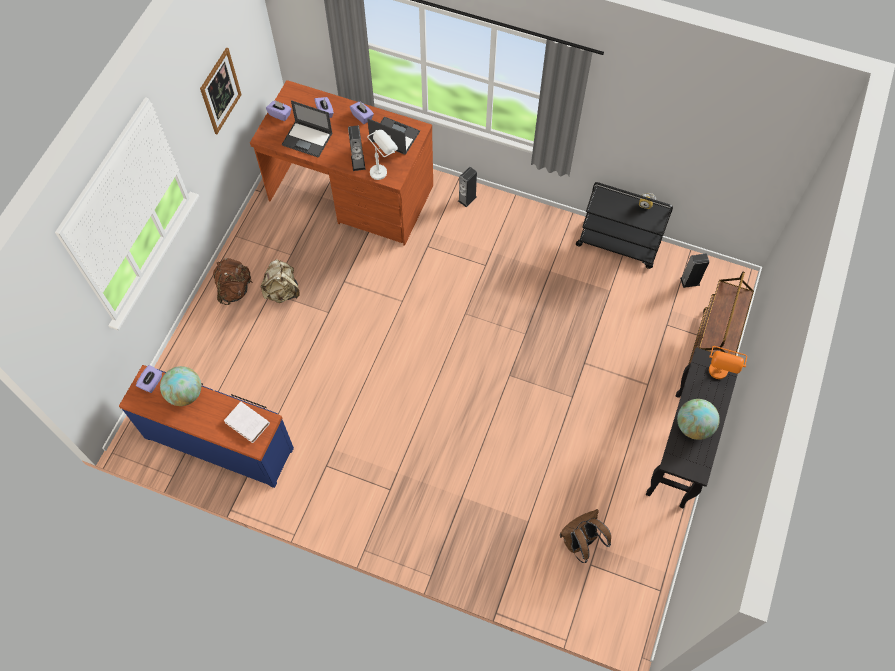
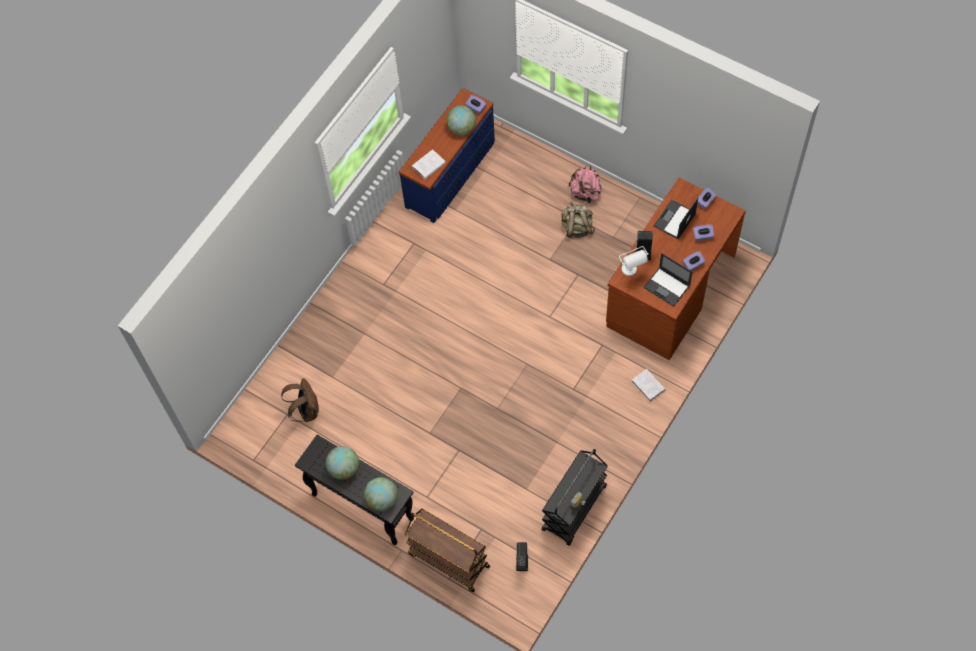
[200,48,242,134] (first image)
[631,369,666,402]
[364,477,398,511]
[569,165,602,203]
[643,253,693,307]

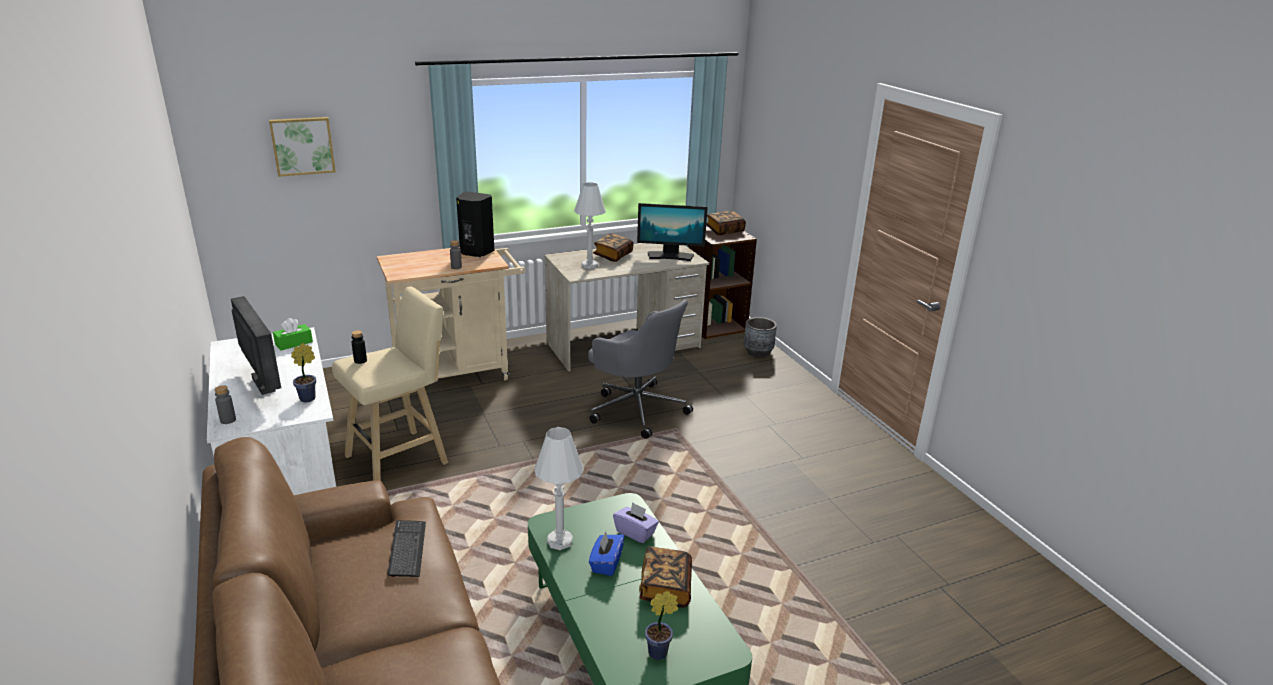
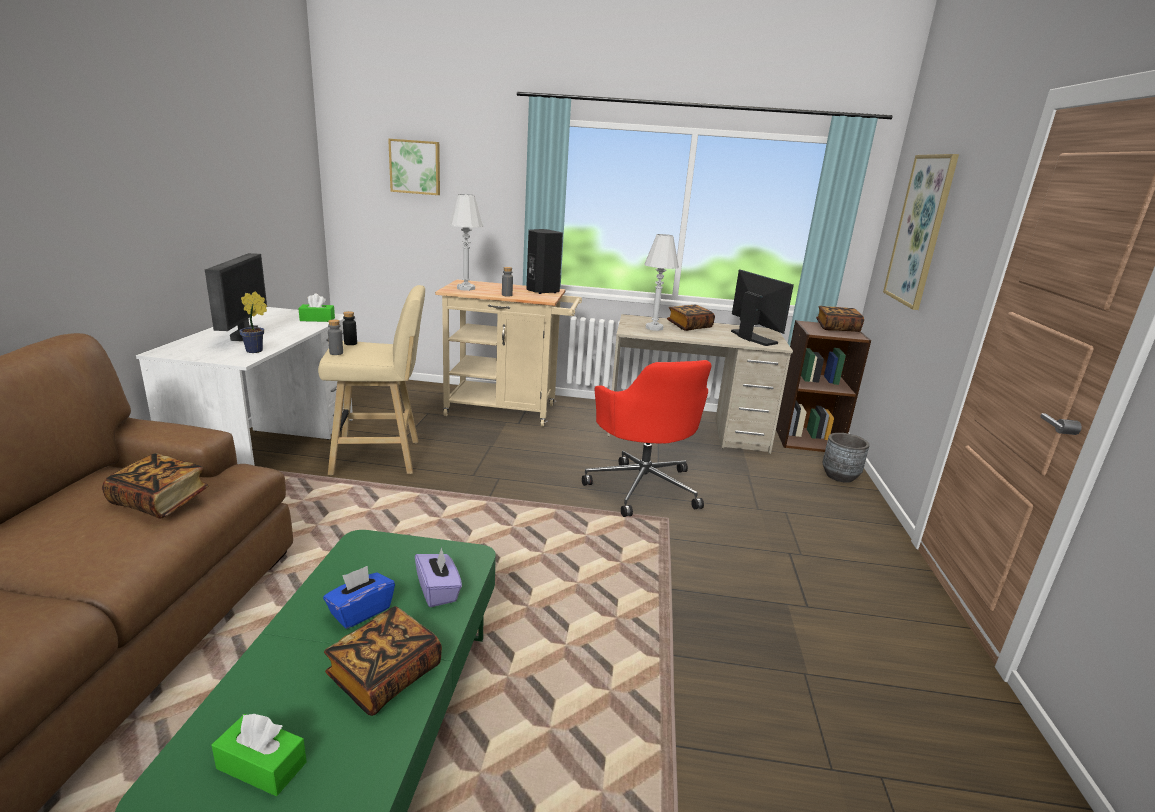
[883,154,959,310]
[328,319,343,355]
[449,194,483,291]
[102,453,209,518]
[212,714,307,796]
[582,360,711,517]
[731,269,794,346]

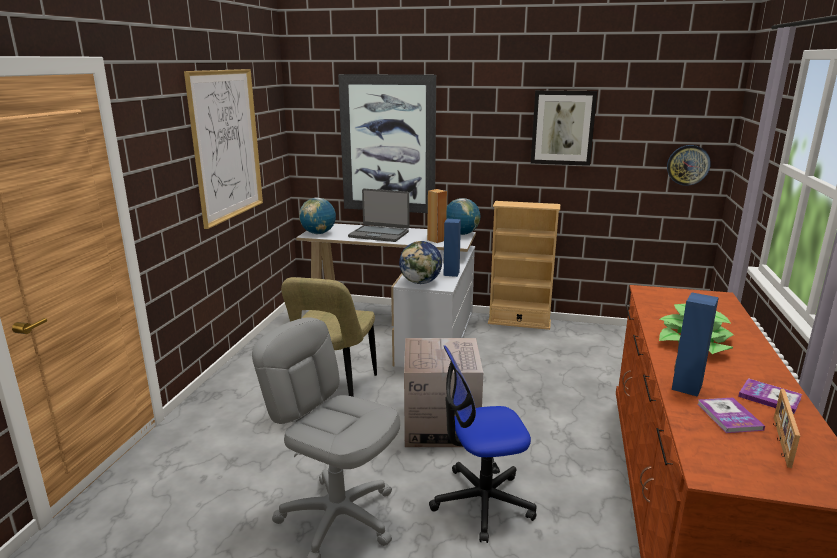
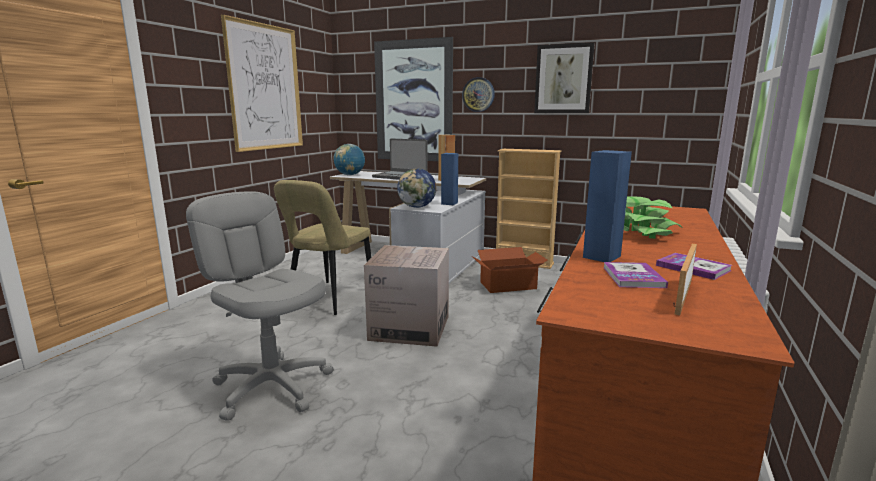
[429,346,537,543] (first image)
[446,198,480,235] (first image)
[472,247,547,293]
[462,77,495,112]

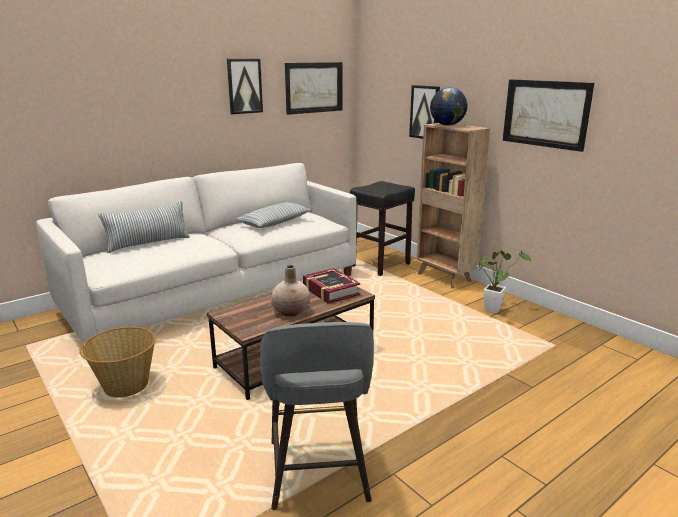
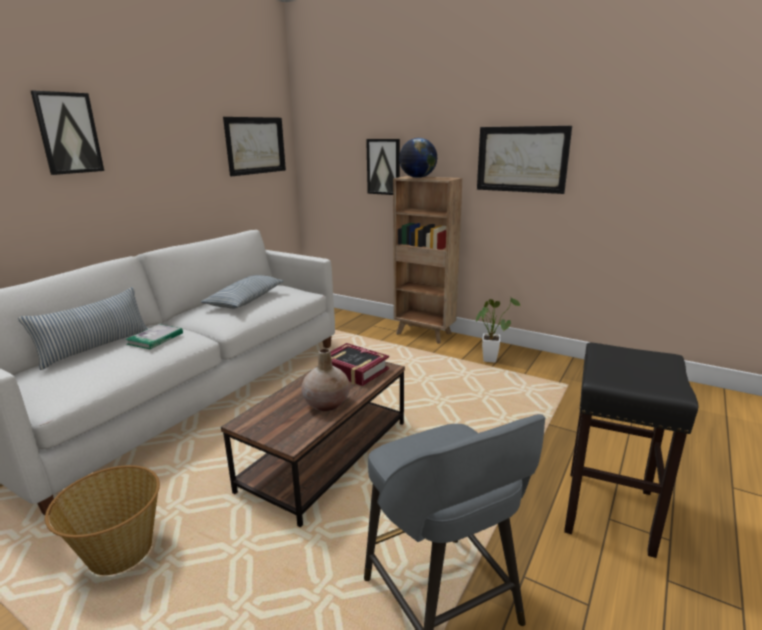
[125,324,183,349]
[31,91,104,175]
[564,343,698,558]

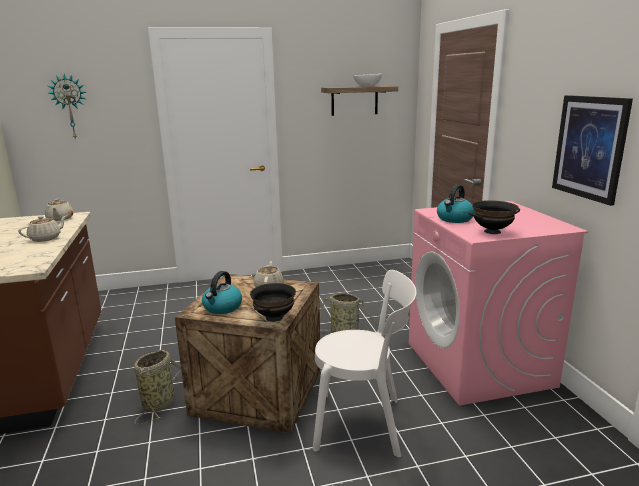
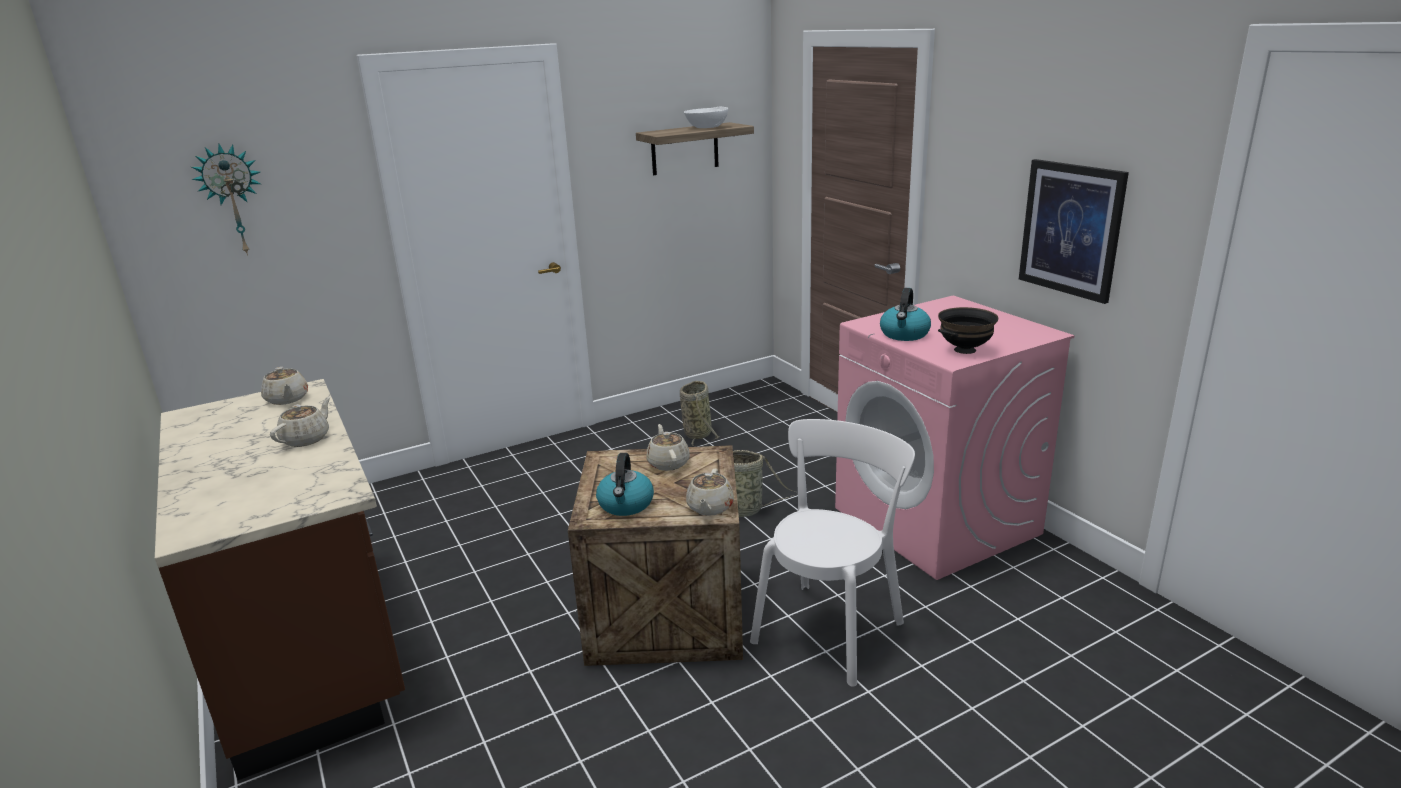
[680,381,719,447]
[686,468,734,516]
[750,419,915,687]

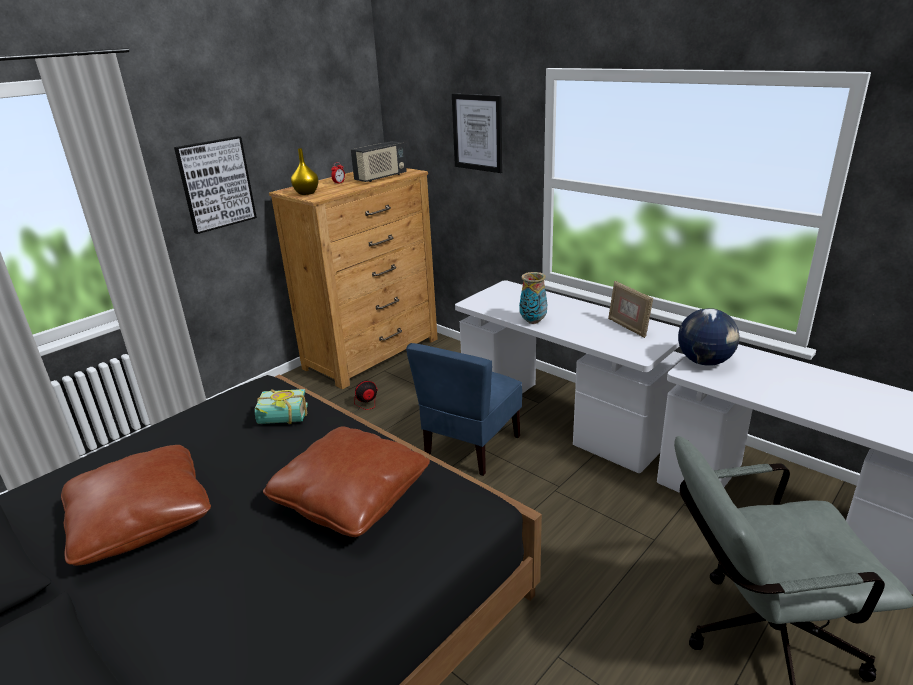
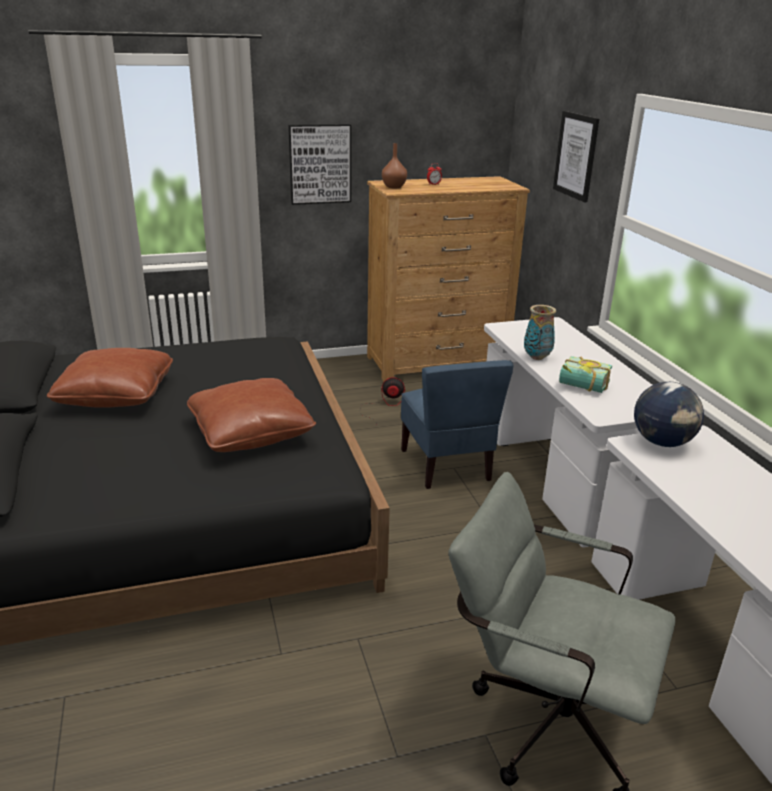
[351,141,407,182] (first image)
[608,281,653,338] (first image)
[559,356,612,393]
[382,143,407,188]
[401,360,514,489]

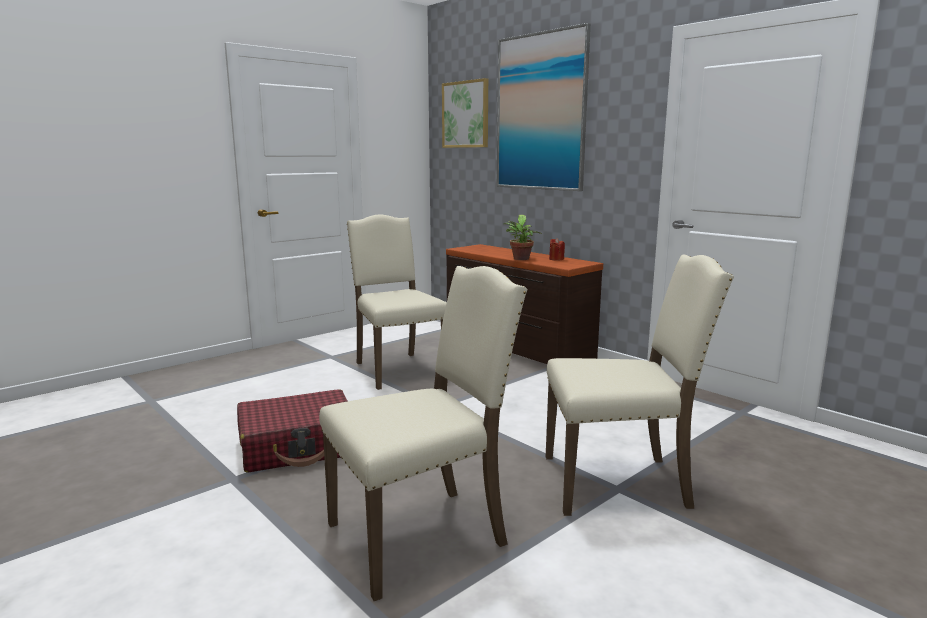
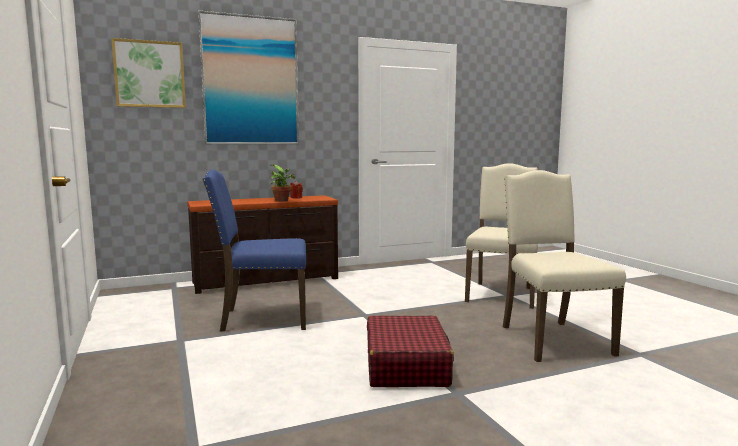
[202,170,306,331]

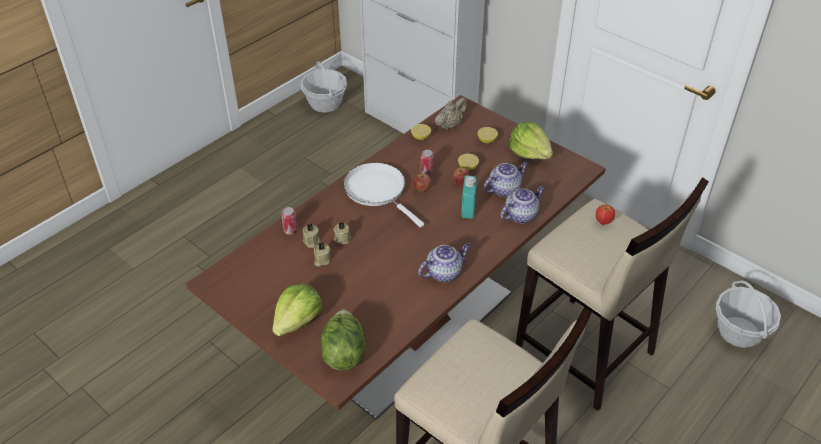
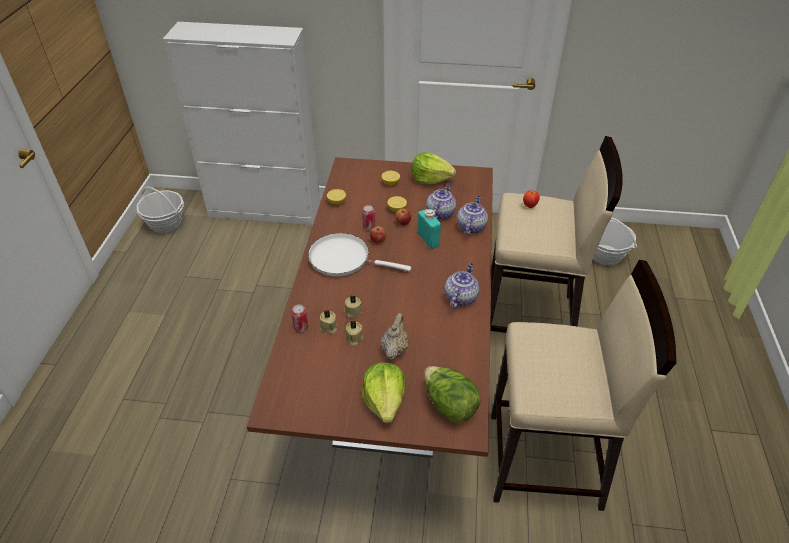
[381,313,409,360]

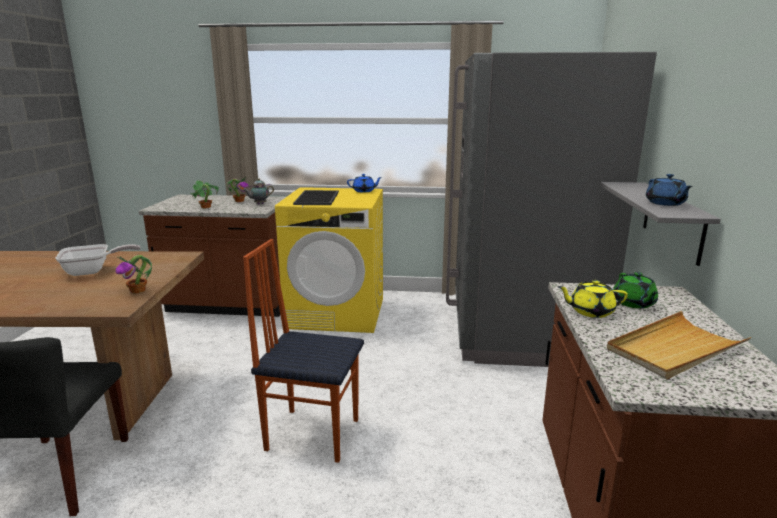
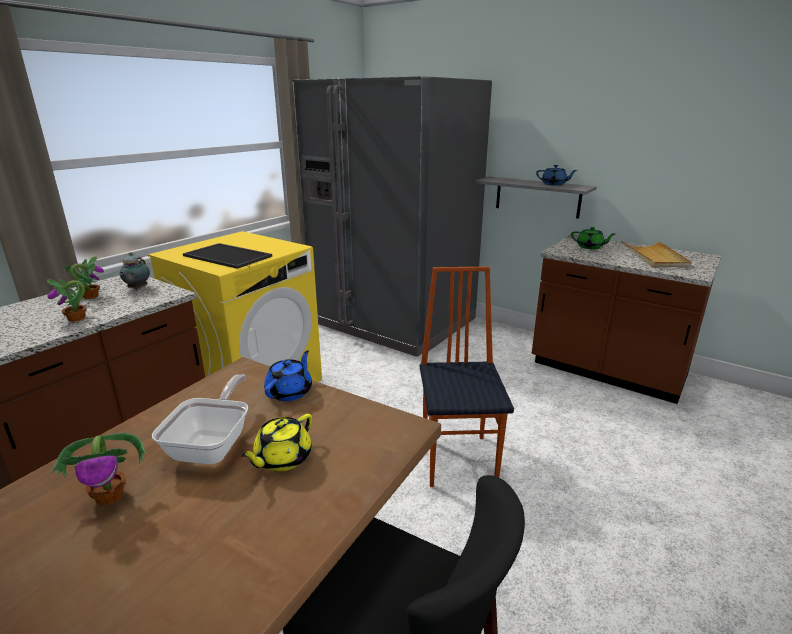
[49,433,146,506]
[264,350,312,401]
[241,414,312,471]
[420,266,514,487]

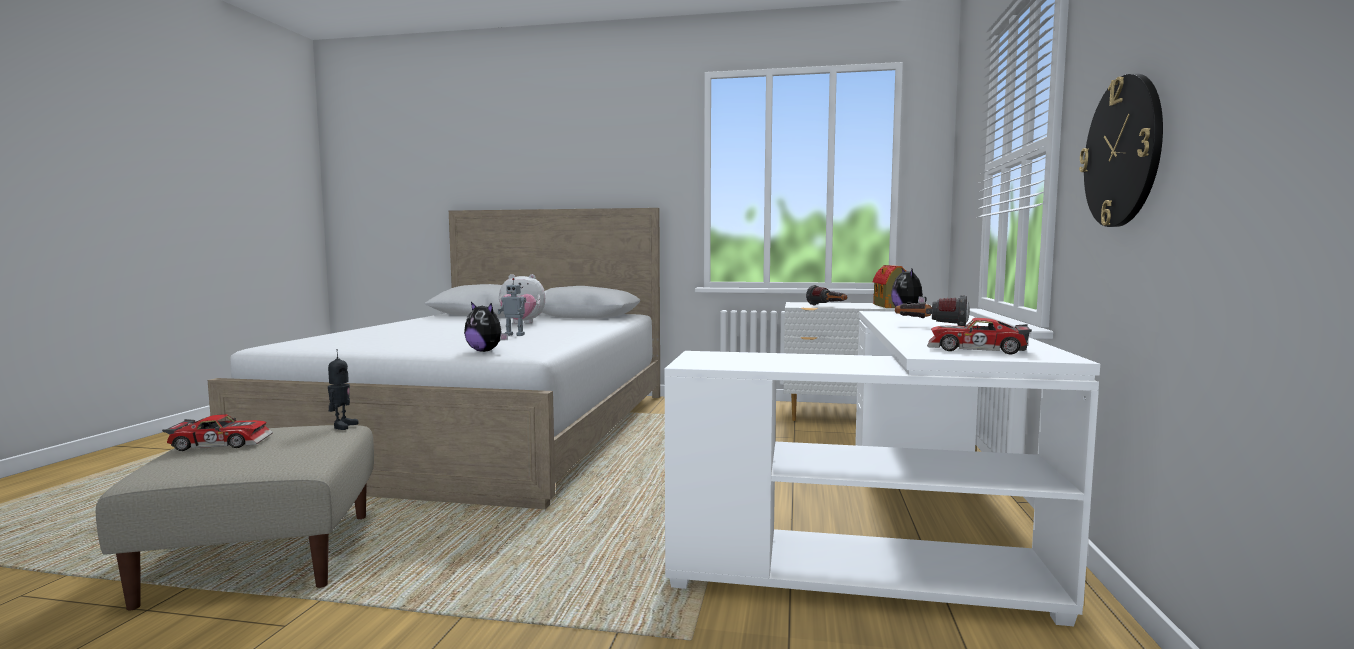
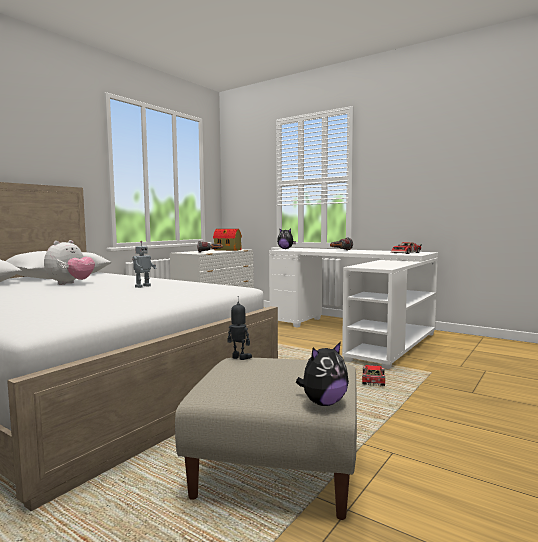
[1079,74,1163,227] (first image)
[362,365,385,386]
[296,342,349,406]

